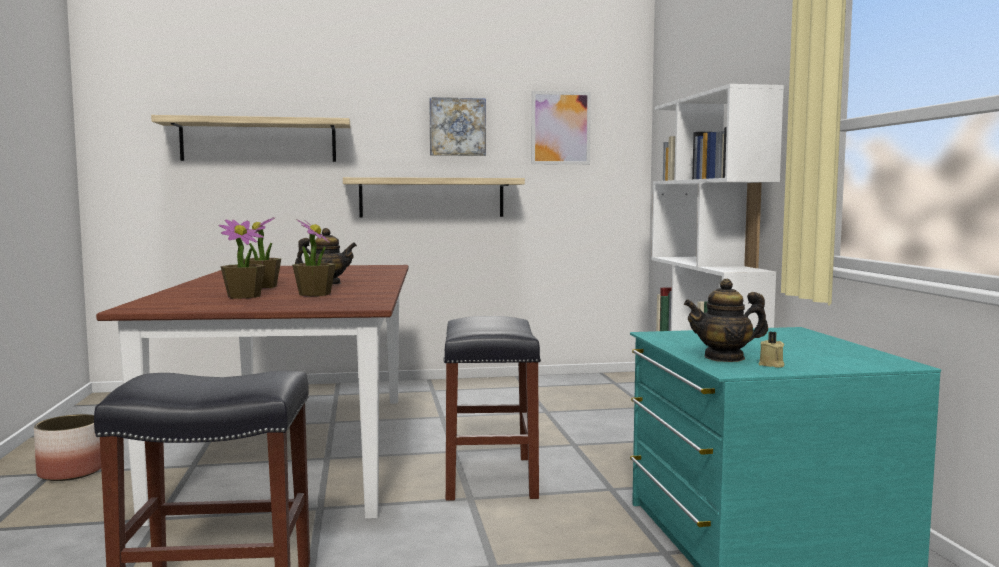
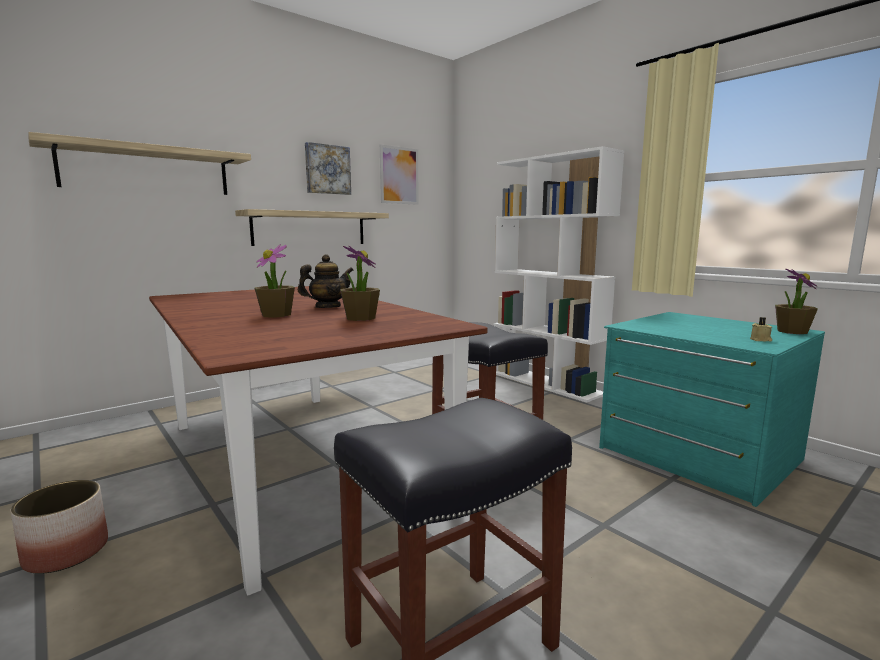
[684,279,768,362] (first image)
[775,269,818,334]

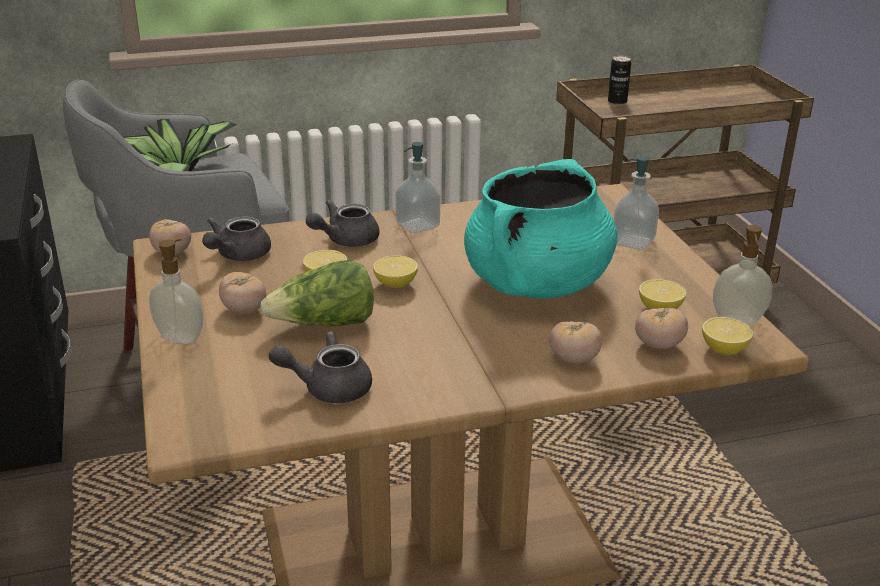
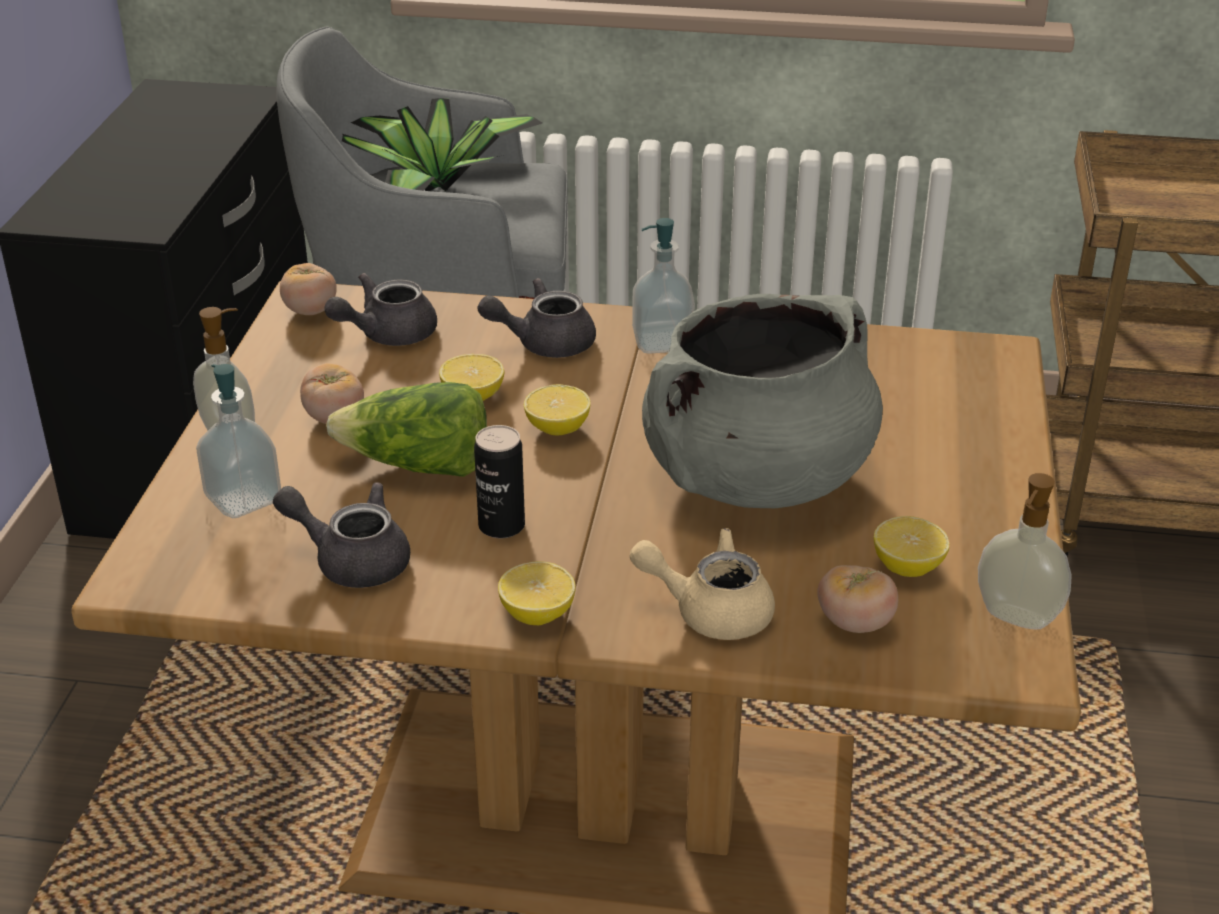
[474,425,525,538]
[196,364,281,519]
[498,561,576,625]
[630,528,775,640]
[642,294,883,508]

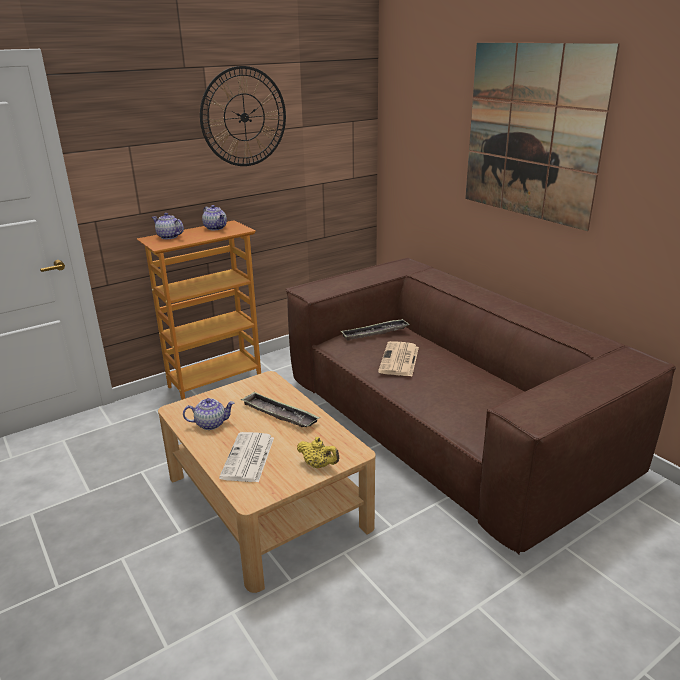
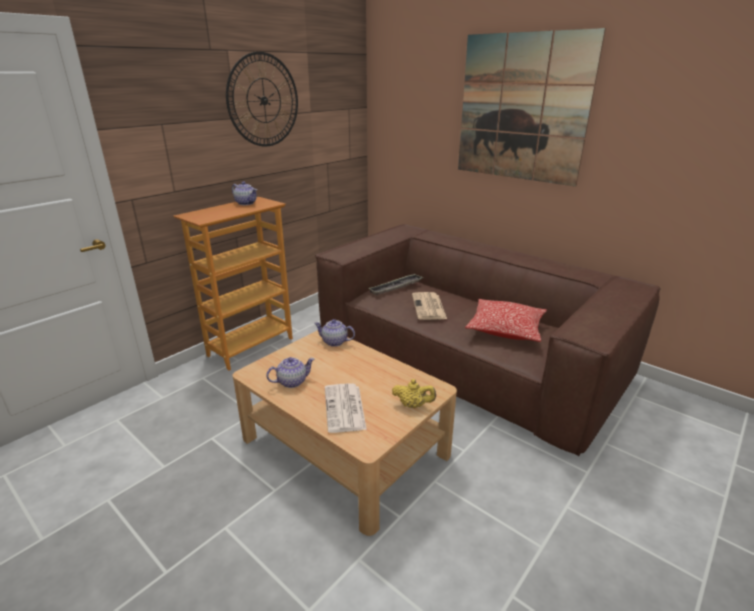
[241,391,320,427] (first image)
[465,299,547,342]
[314,319,355,347]

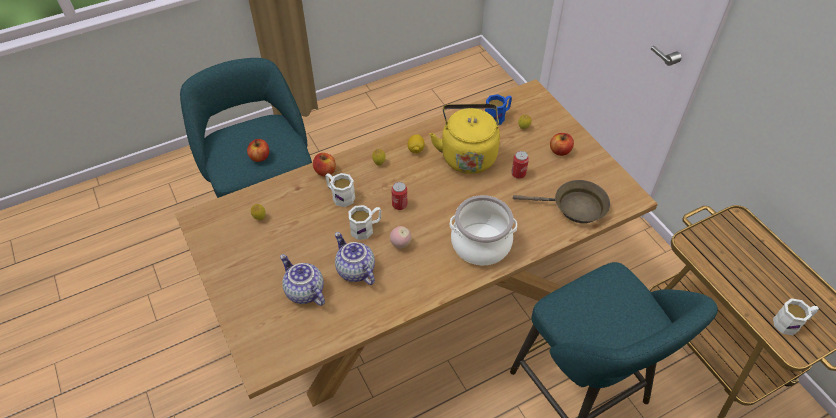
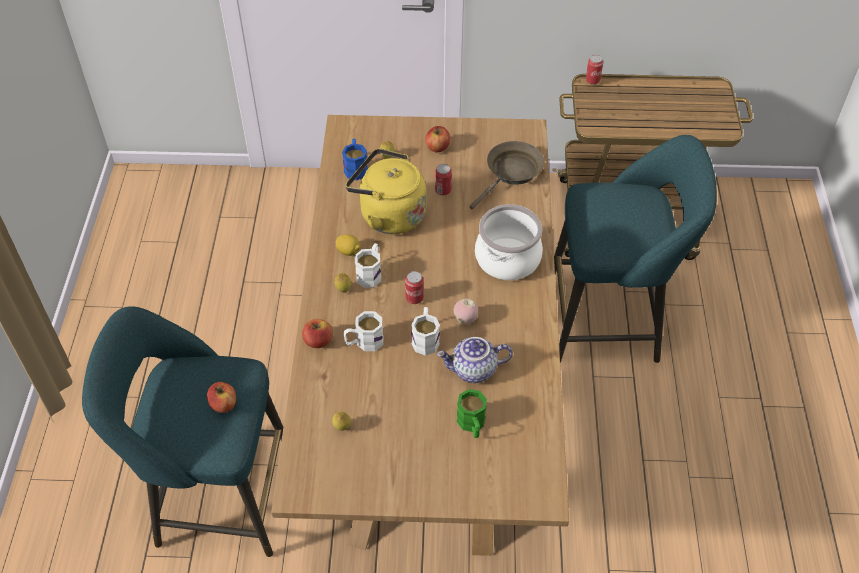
[586,55,603,85]
[355,243,381,288]
[457,389,487,438]

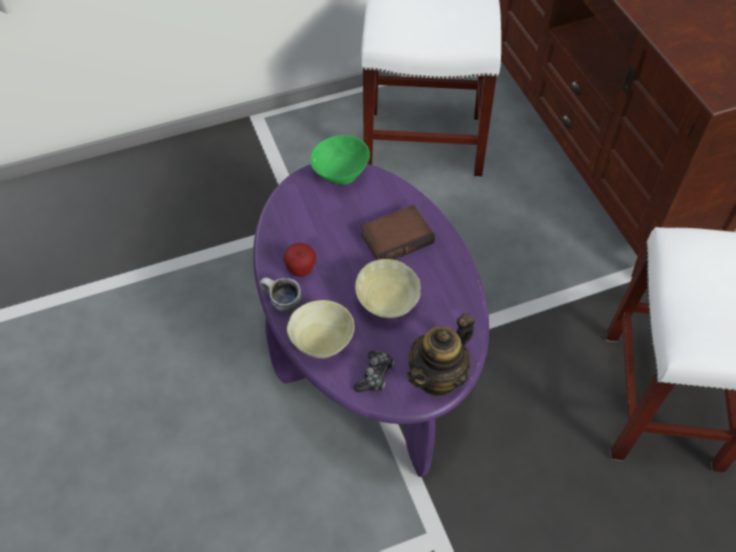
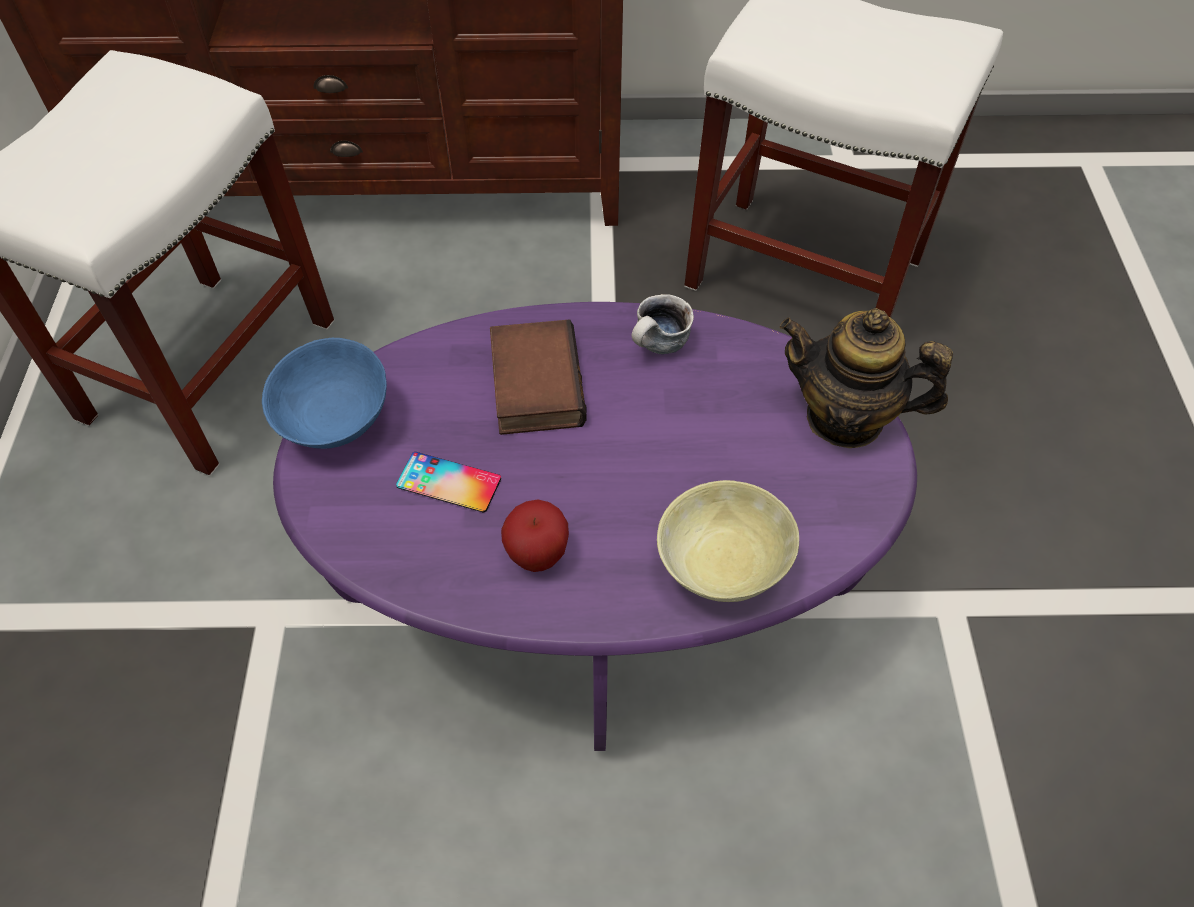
[354,351,394,392] (first image)
[355,259,421,318] (first image)
[396,452,501,512]
[631,294,694,354]
[262,338,387,449]
[780,308,953,448]

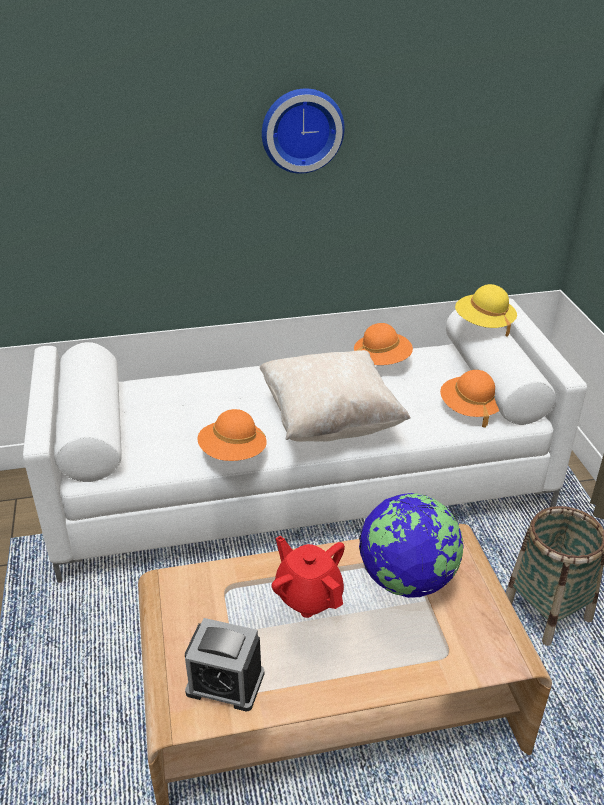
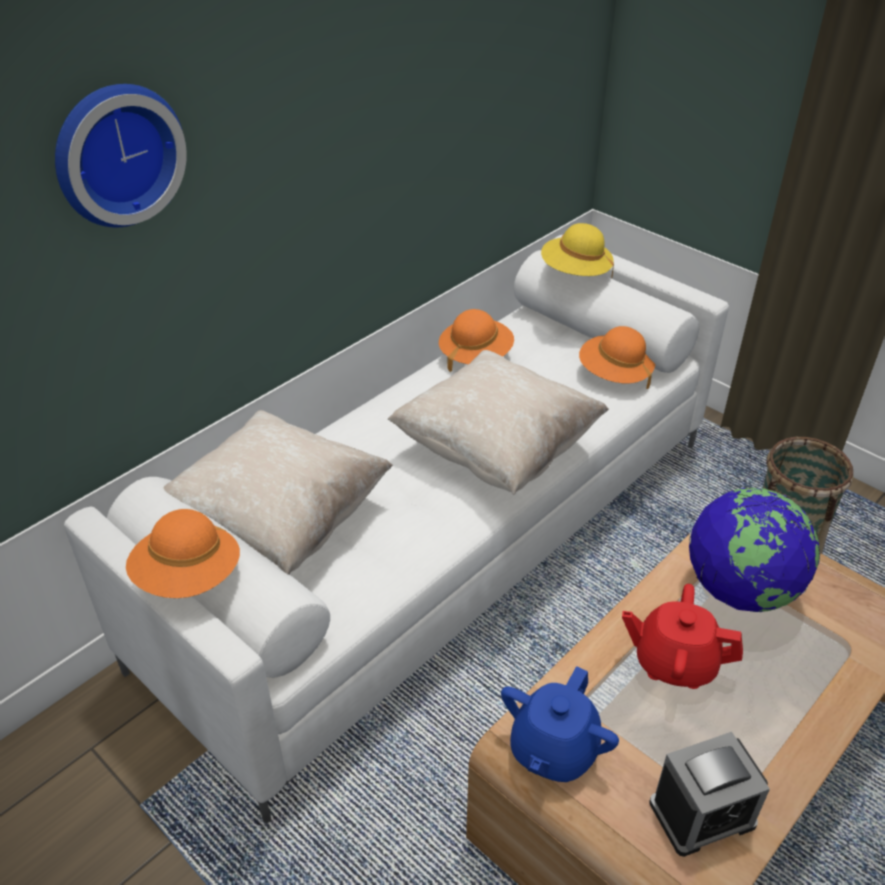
[164,410,393,575]
[501,666,619,782]
[126,509,240,598]
[55,84,187,227]

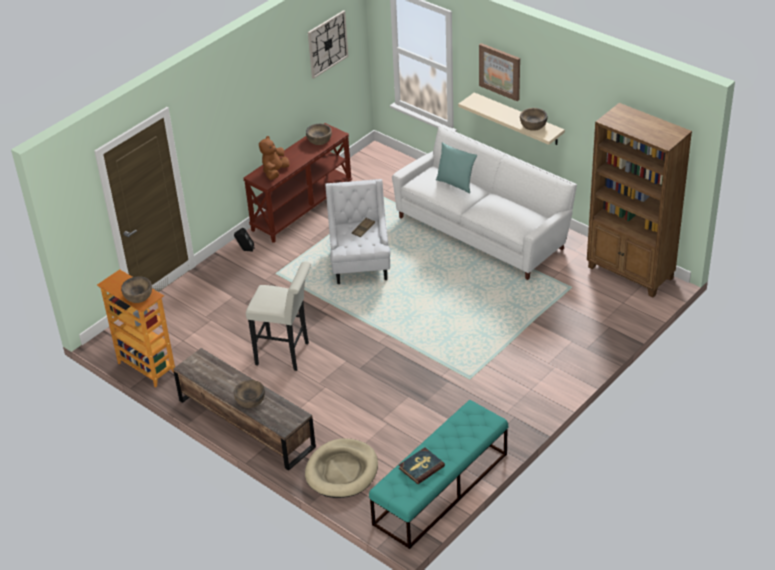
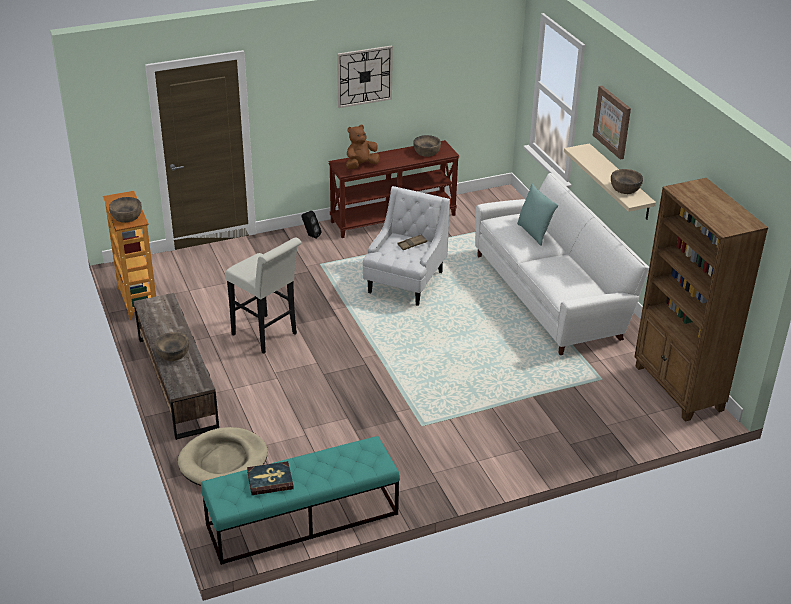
[337,45,393,108]

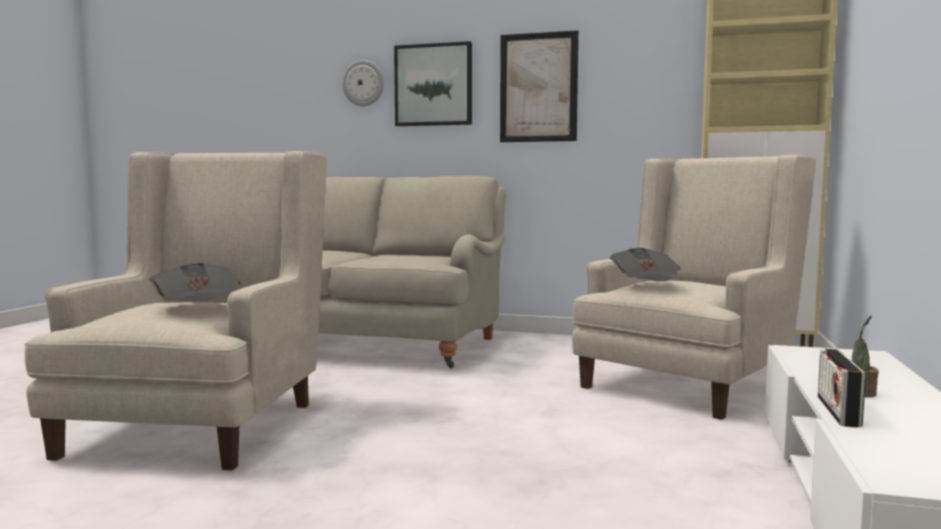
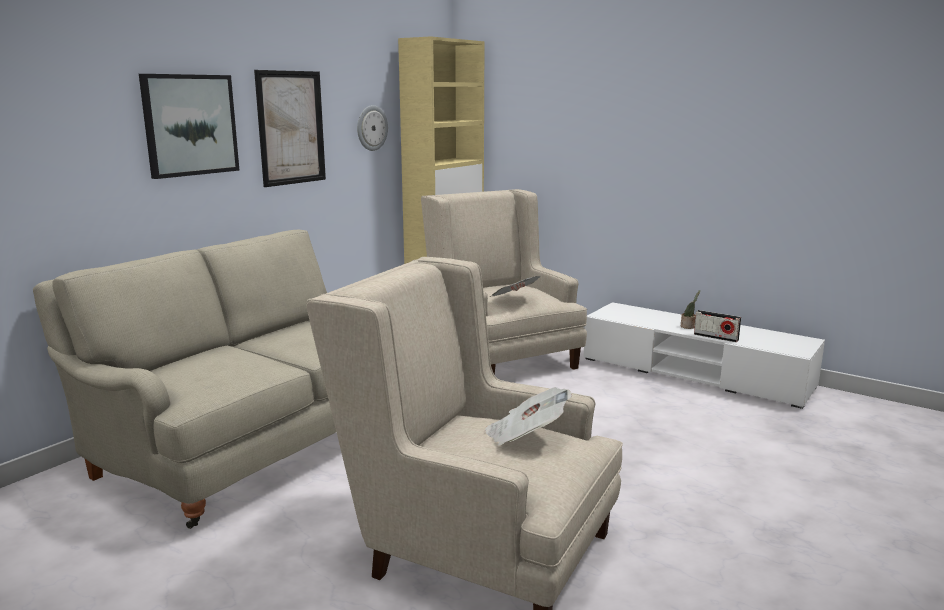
[357,105,388,151]

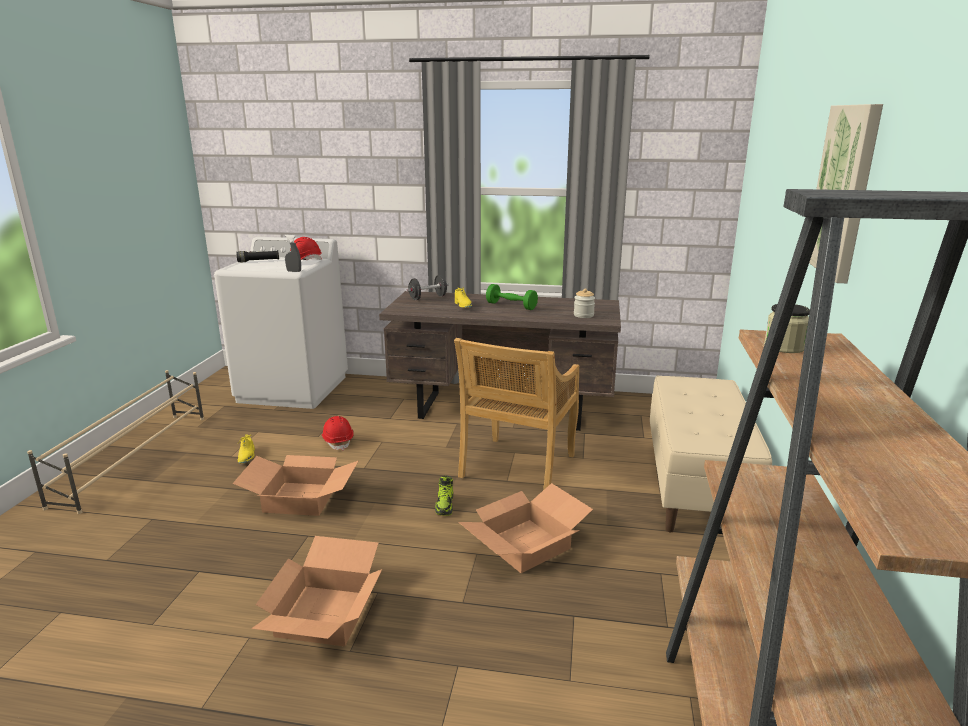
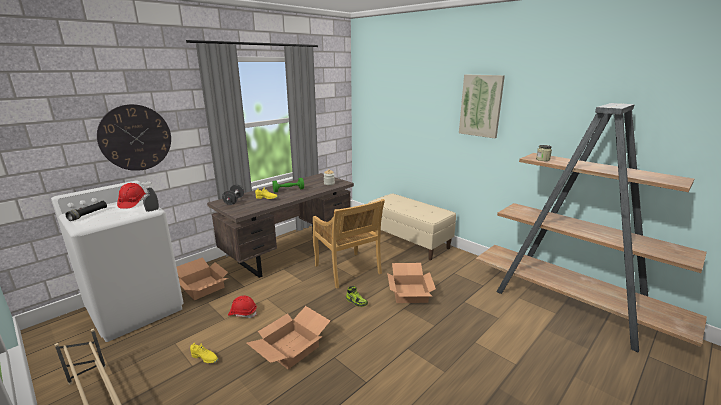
[97,104,171,171]
[177,257,229,300]

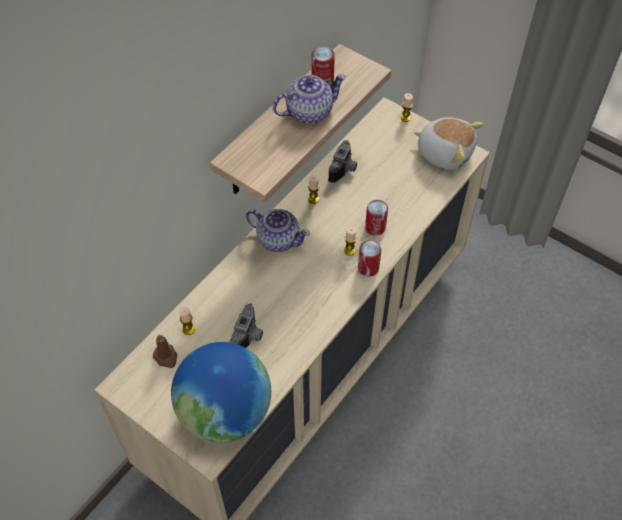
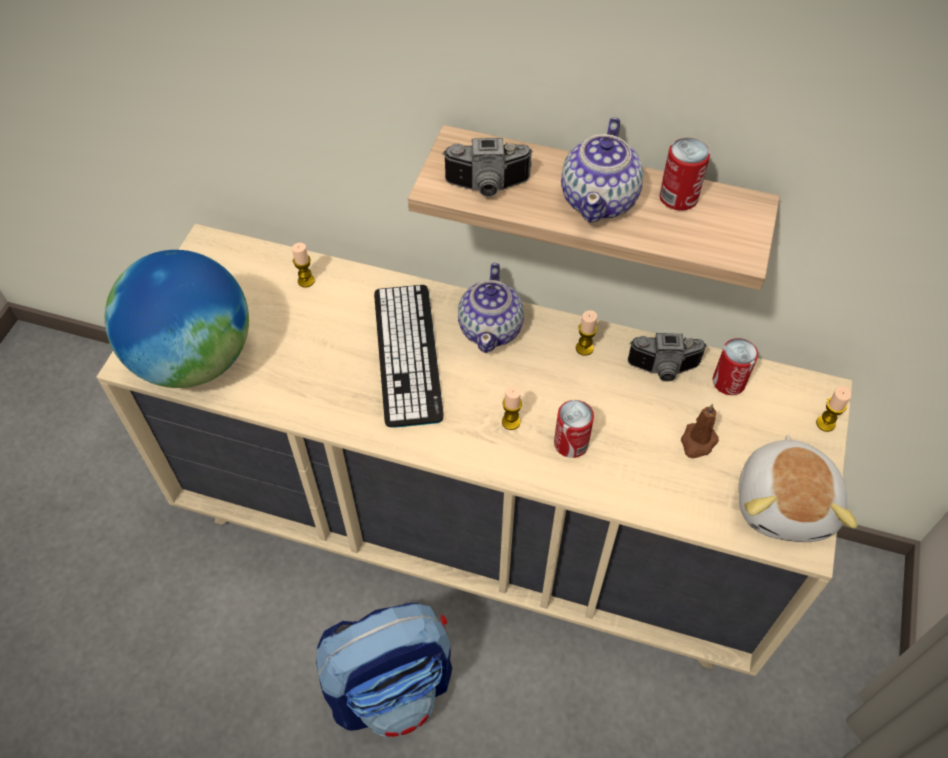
[316,603,452,737]
[374,285,443,428]
[681,404,719,458]
[442,138,533,197]
[713,338,758,395]
[561,117,644,222]

